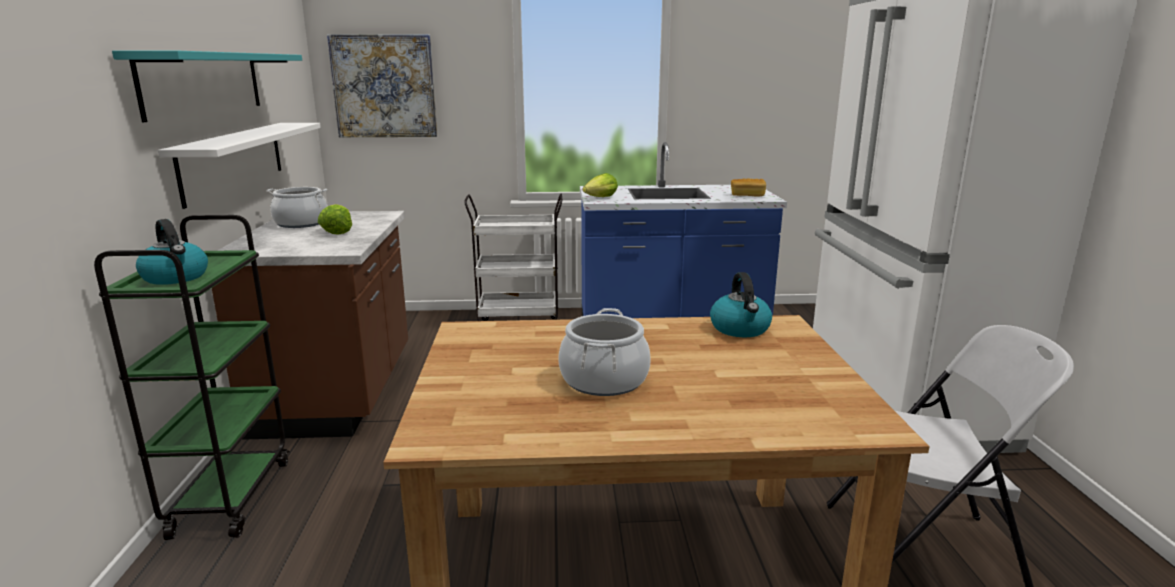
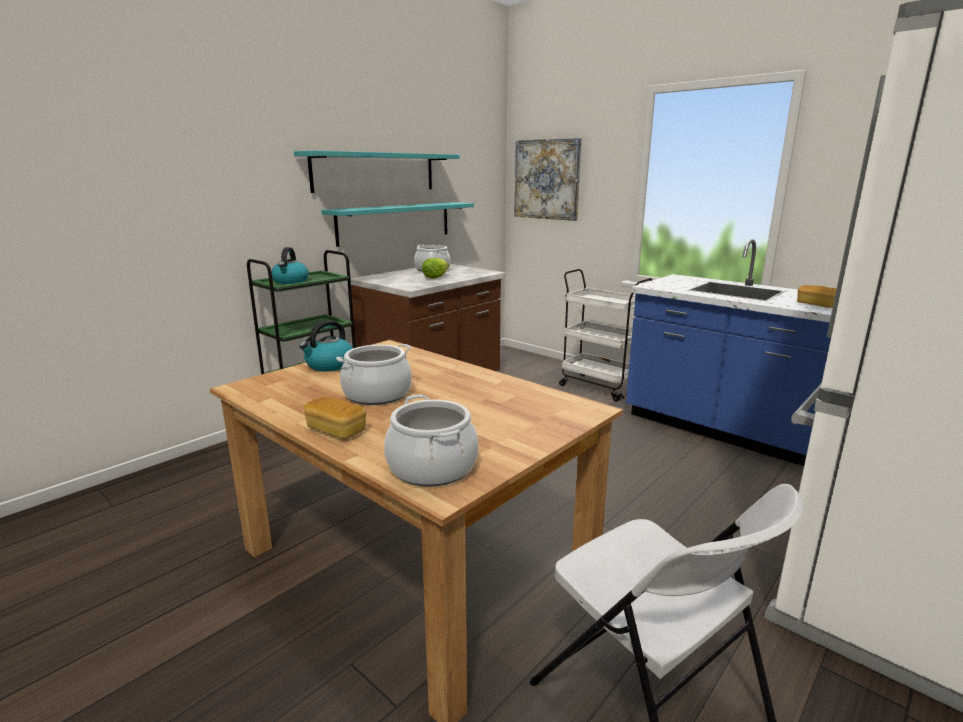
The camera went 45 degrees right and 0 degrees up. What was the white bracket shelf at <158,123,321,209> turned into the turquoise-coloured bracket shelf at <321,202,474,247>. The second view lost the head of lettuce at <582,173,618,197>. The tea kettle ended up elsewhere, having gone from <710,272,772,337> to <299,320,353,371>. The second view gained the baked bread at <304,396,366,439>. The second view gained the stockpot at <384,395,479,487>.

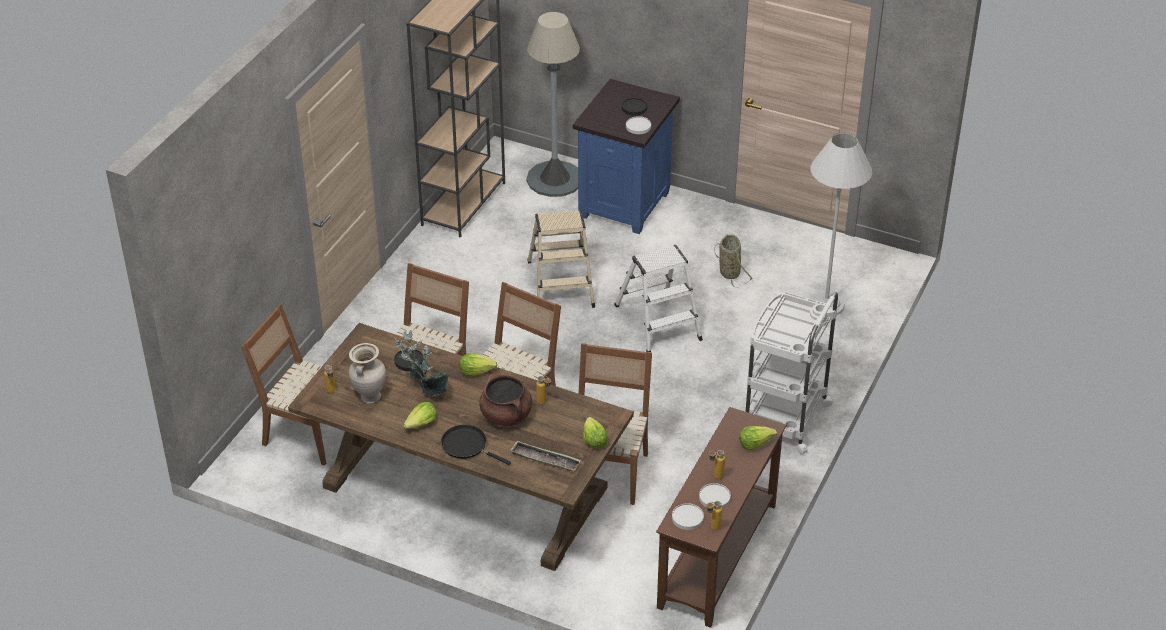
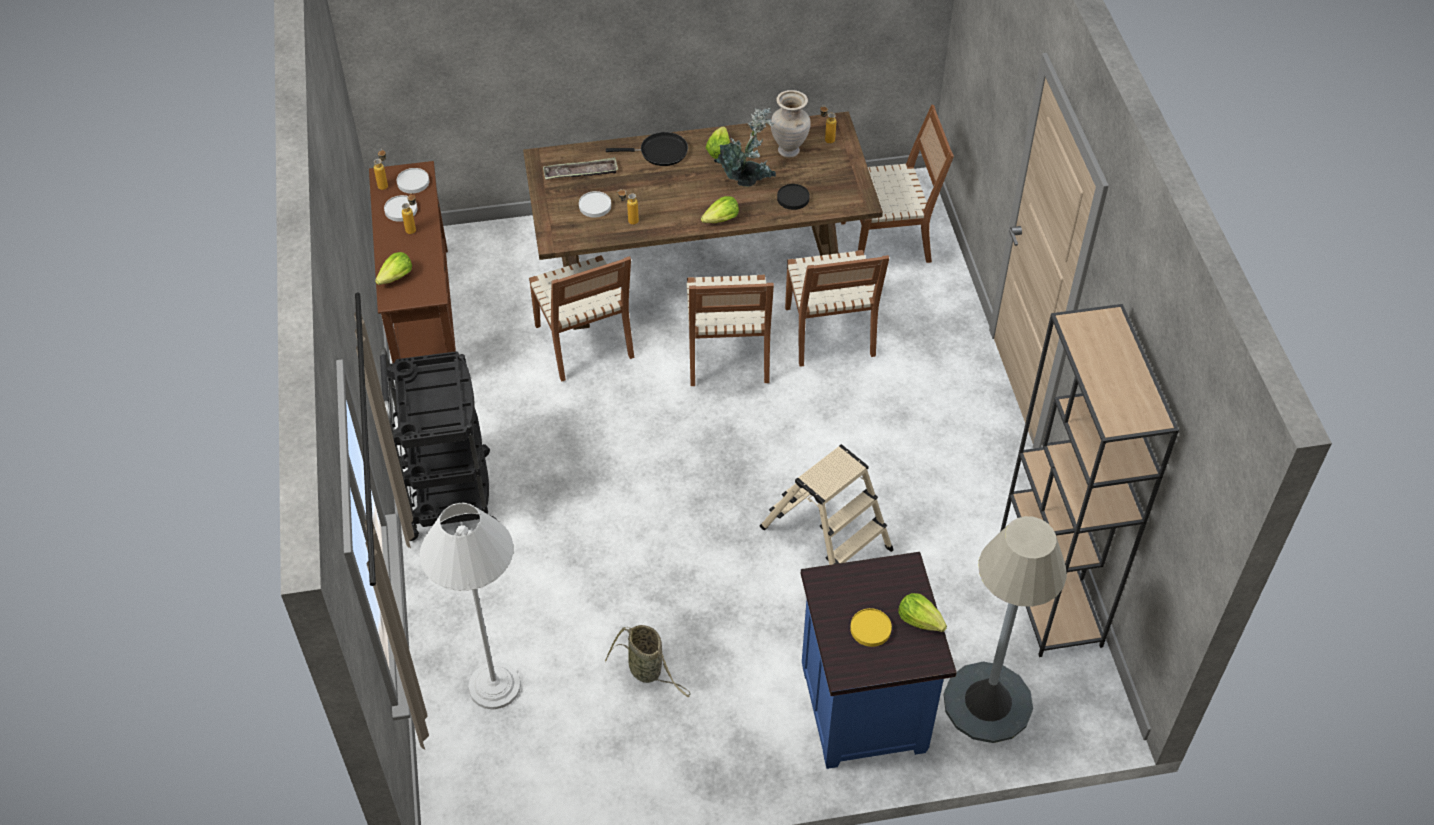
The camera went 145 degrees right and 10 degrees up. The second view lost the brownish stockpot at <479,374,532,426>. The head of lettuce ended up elsewhere, having gone from <583,417,608,449> to <899,593,947,632>. The second view lost the white step ladder at <614,245,703,352>. What was the black plate at <622,98,647,116> turned into the yellowish plate at <850,608,892,647>. The white plate ended up elsewhere, having gone from <626,116,651,134> to <579,191,611,218>. What was the white wheeled cart at <746,291,838,455> turned into the black wheeled cart at <380,347,497,541>.

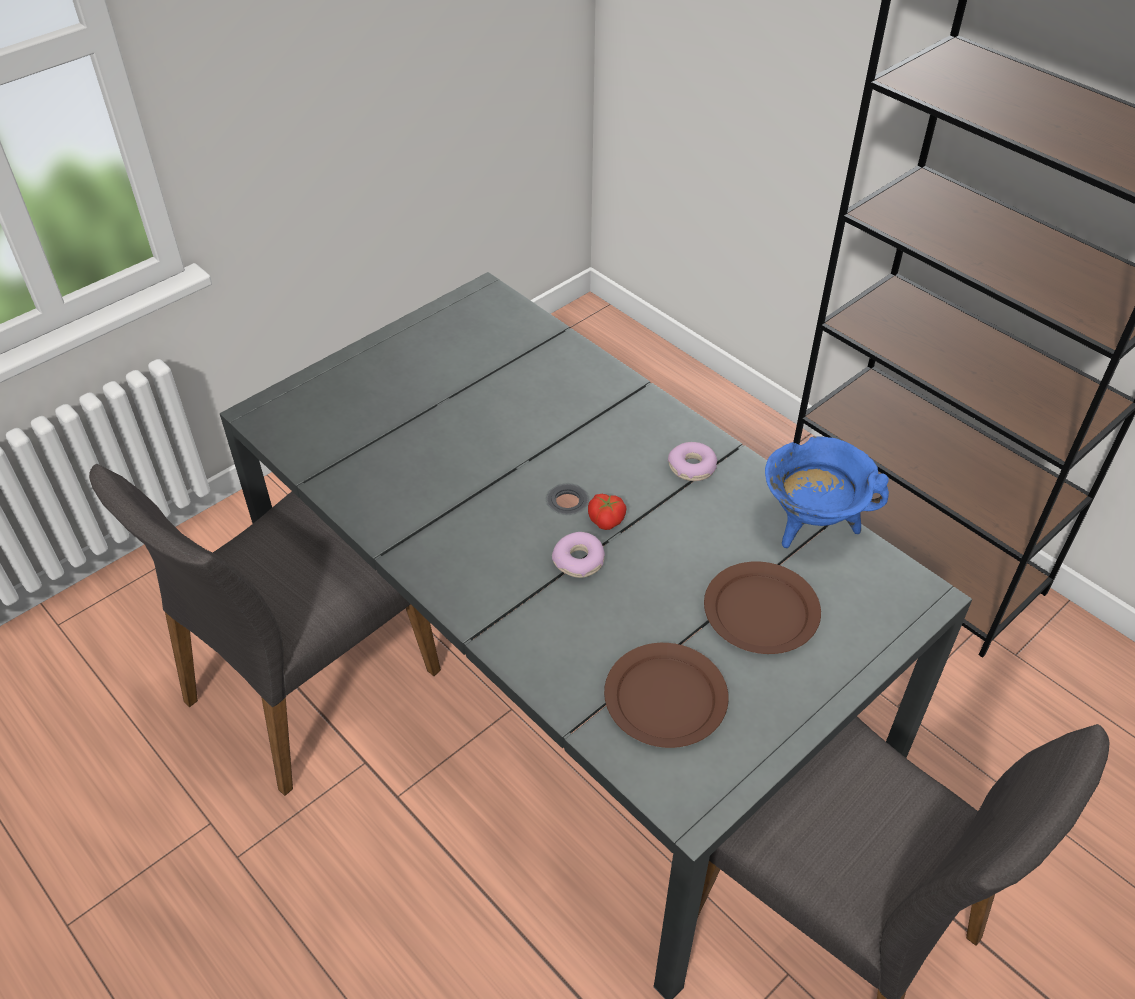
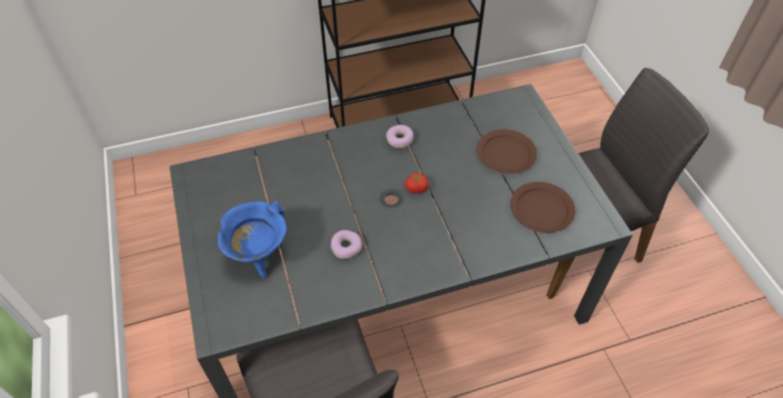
The camera went 65 degrees left and 5 degrees up. The ring doughnut ended up elsewhere, having gone from <552,532,605,578> to <331,230,362,259>. The blue stockpot ended up elsewhere, having gone from <765,436,889,548> to <218,201,287,278>.

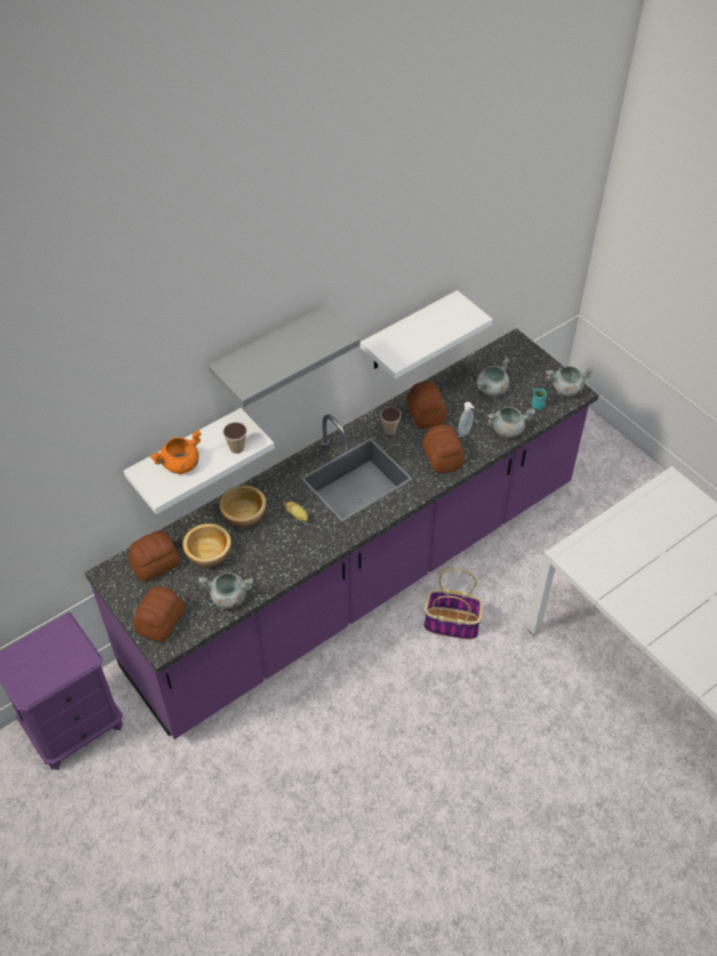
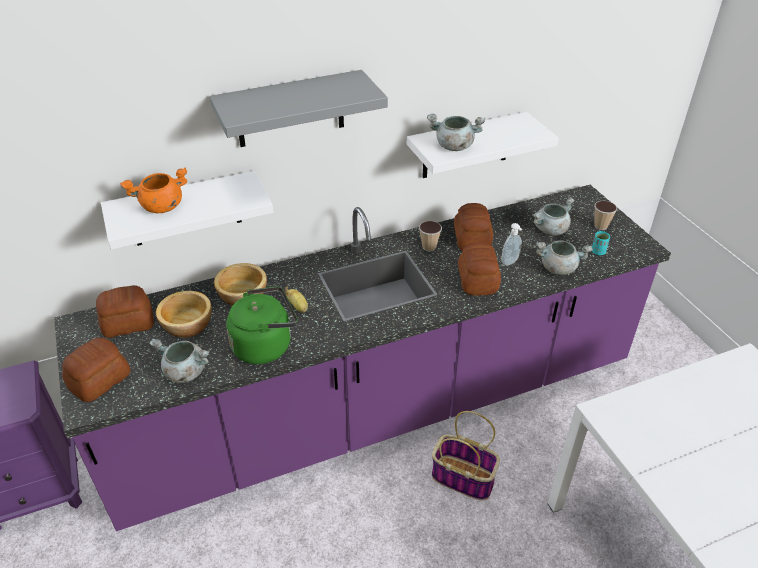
The camera went 15 degrees right and 10 degrees down. The drinking cup ended up elsewhere, having gone from <223,422,247,454> to <594,201,617,230>. The grey stockpot ended up elsewhere, having gone from <546,366,593,397> to <427,114,485,151>. The second view gained the green-coloured tea kettle at <226,286,298,364>.

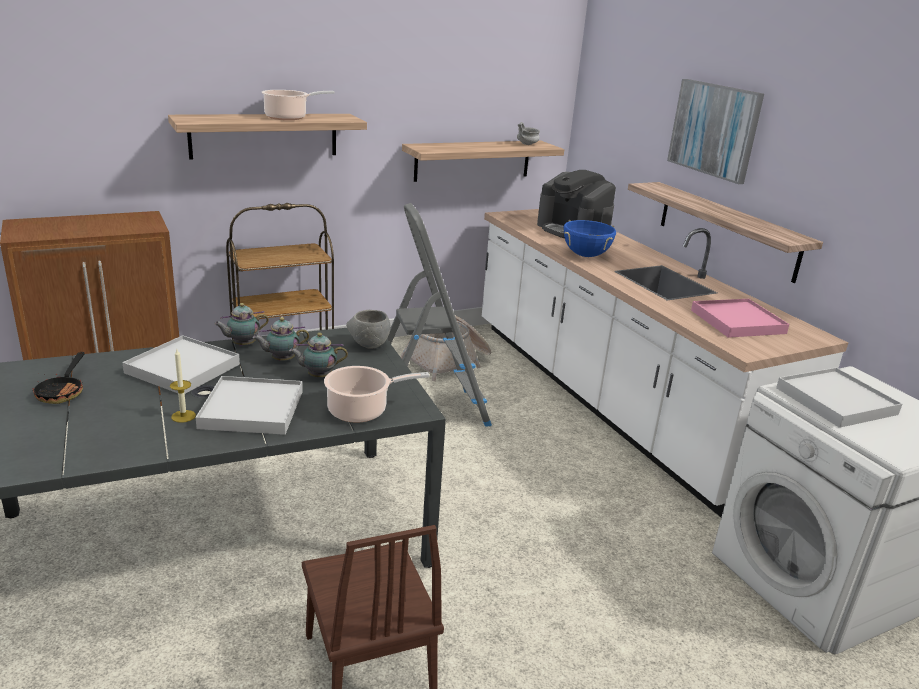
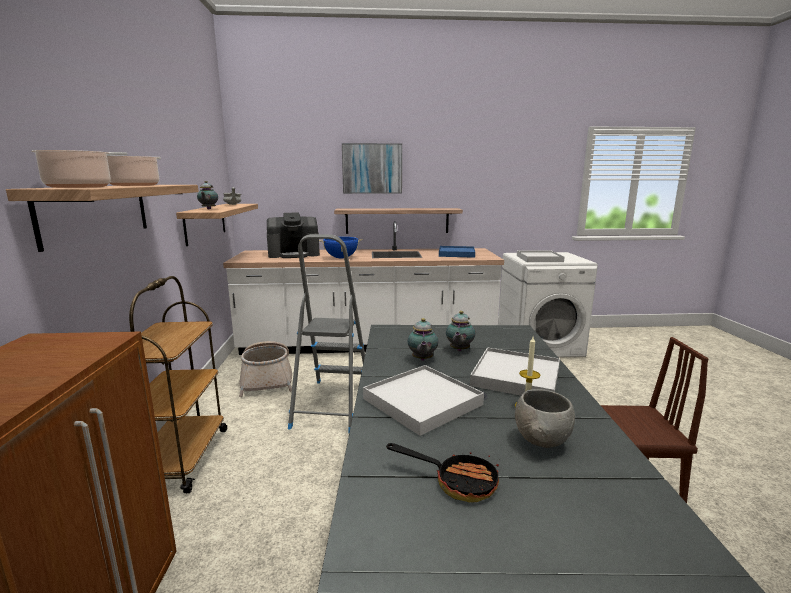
The camera went 65 degrees left and 10 degrees down. The tea pot ended up elsewhere, having gone from <214,303,269,346> to <197,181,218,210>. The stockpot ended up elsewhere, having gone from <324,366,430,423> to <31,150,127,188>. The grey deep dish ended up elsewhere, having gone from <346,310,390,349> to <515,389,575,448>. What was the pink-coloured tray at <691,299,790,338> turned into the blue tray at <439,246,475,258>.

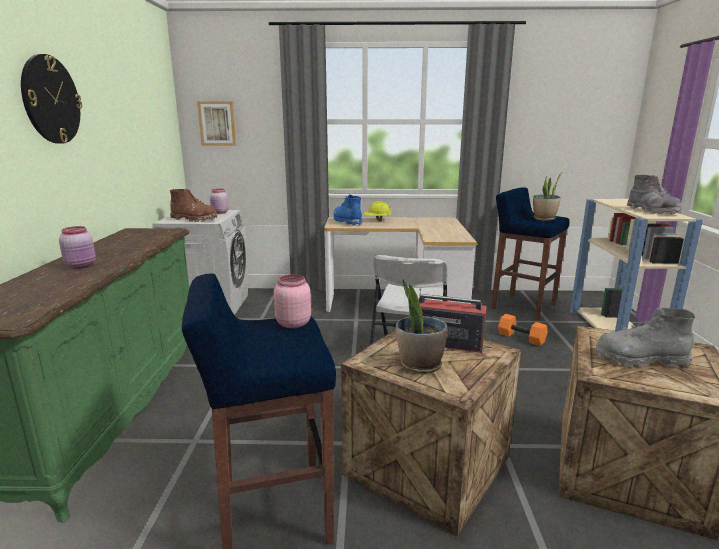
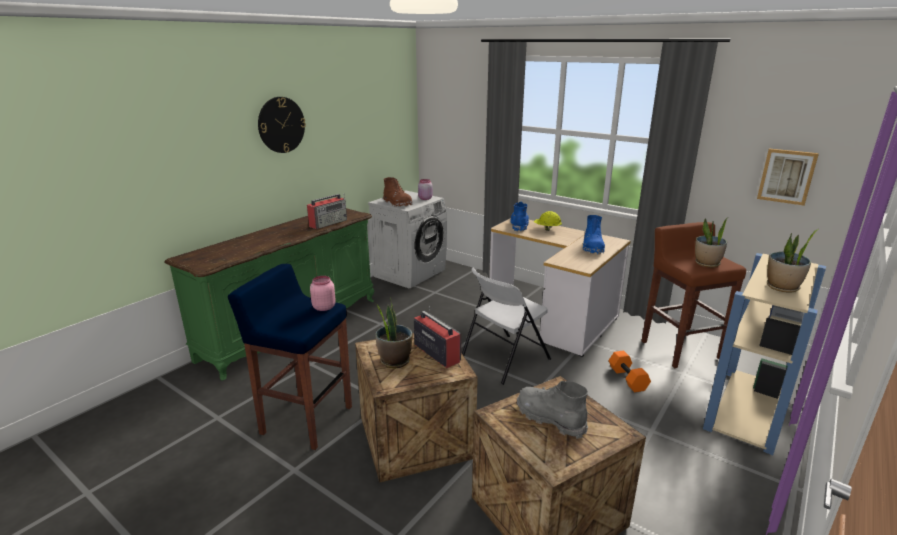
The camera went 35 degrees right and 5 degrees up. The second view lost the pink-coloured storage jar at <59,226,96,269>. The wall picture ended up elsewhere, having gone from <197,101,236,146> to <757,149,819,206>. What was the blue sitting stool at <491,187,569,320> turned into the brownish sitting stool at <642,222,746,368>. Where the grey tall boot stood at <627,175,682,214>, the potted plant came to stand at <767,229,819,293>. The second view gained the radio receiver at <307,194,347,229>. The second view gained the blue tall boot at <583,215,605,254>.

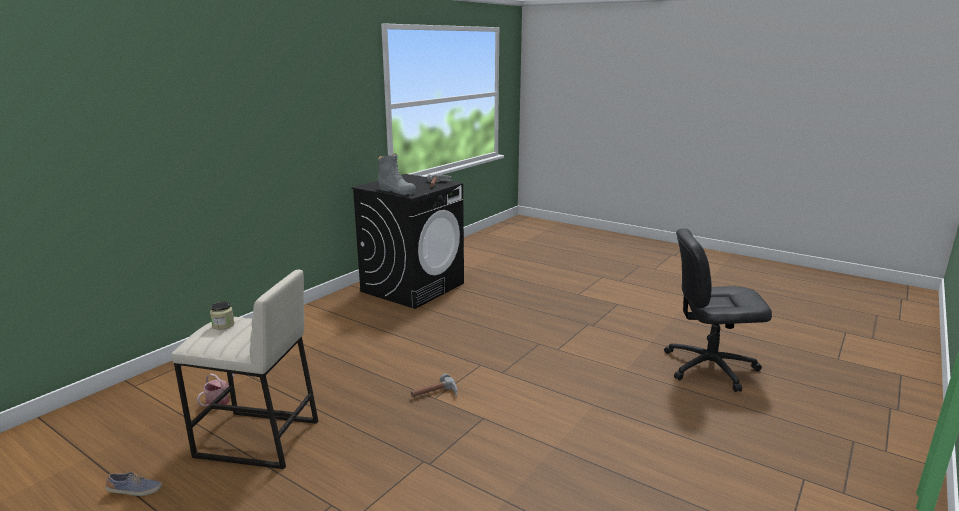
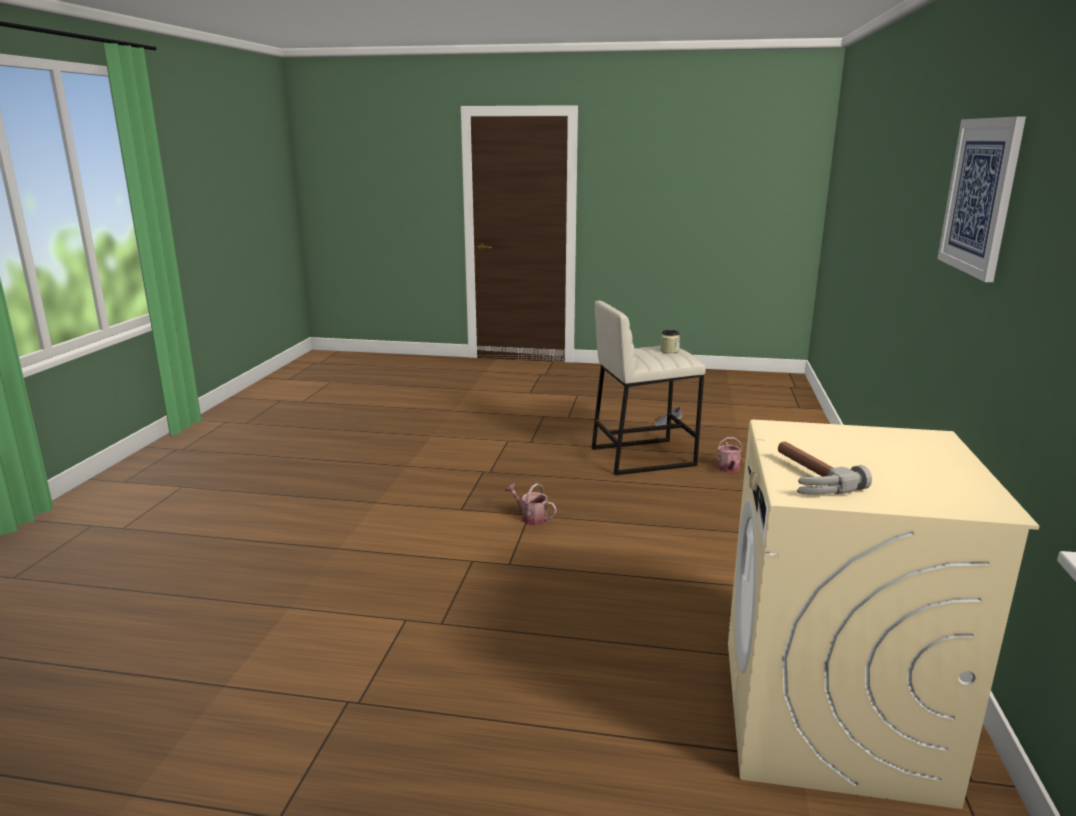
The camera went 155 degrees right and 0 degrees up. What was the black laundry appliance at <351,174,464,309> turned into the beige-coloured laundry appliance at <728,420,1039,809>. The second view lost the grey tall boot at <378,154,416,195>. Where the hammer stood at <411,373,457,397>, the watering can came to stand at <505,483,557,526>. The second view lost the black computer chair at <664,229,772,392>. The second view gained the wall picture at <937,116,1026,282>.

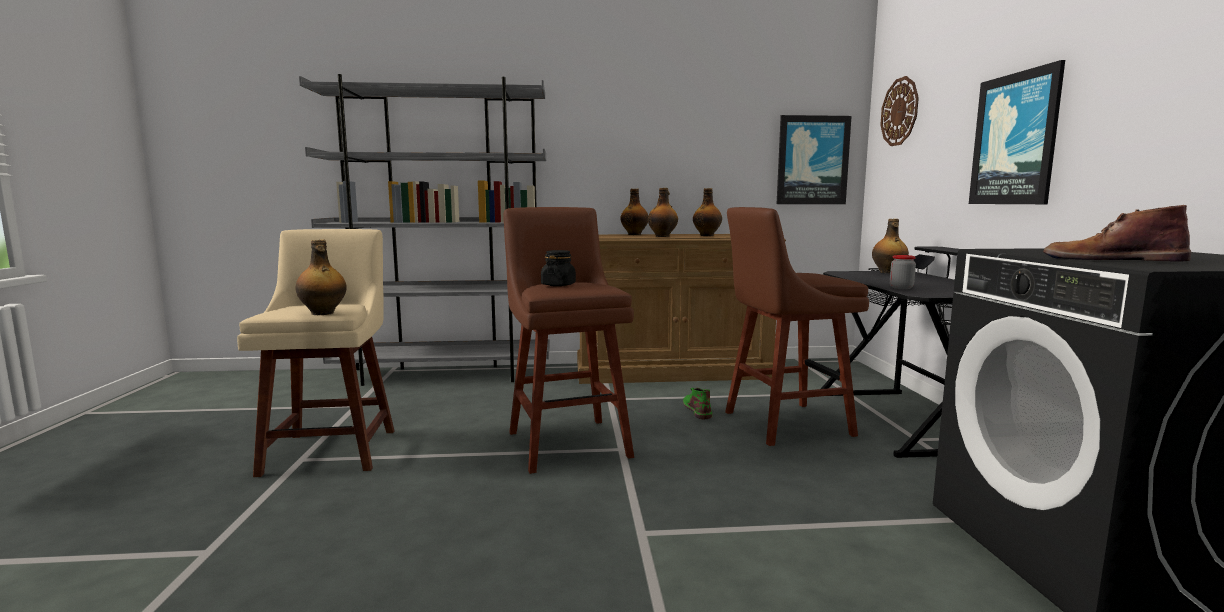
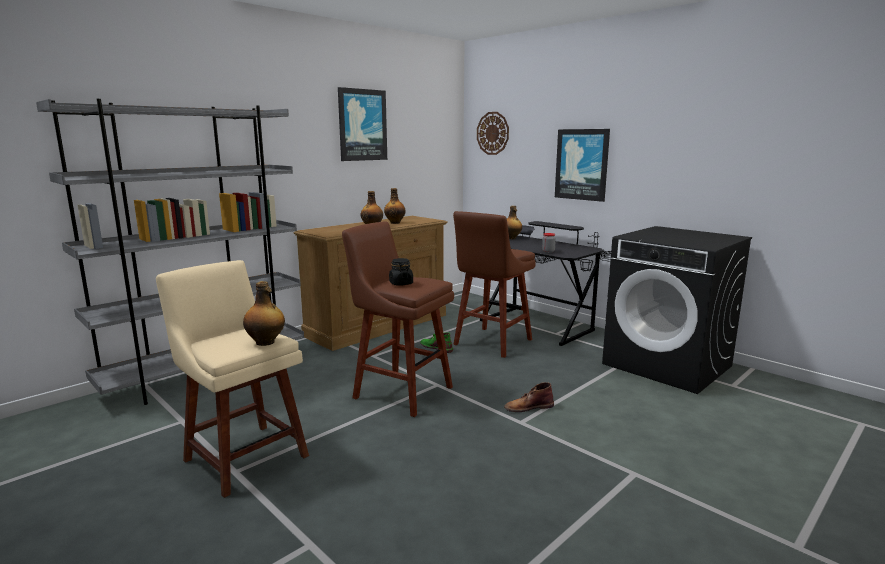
The camera went 40 degrees left and 5 degrees up. The second view lost the beverage bottle at <620,189,648,235>. The wall picture ended up elsewhere, having gone from <777,115,852,204> to <338,87,387,161>. The brownish tall boot ended up elsewhere, having gone from <1043,205,1191,261> to <504,382,554,412>.

